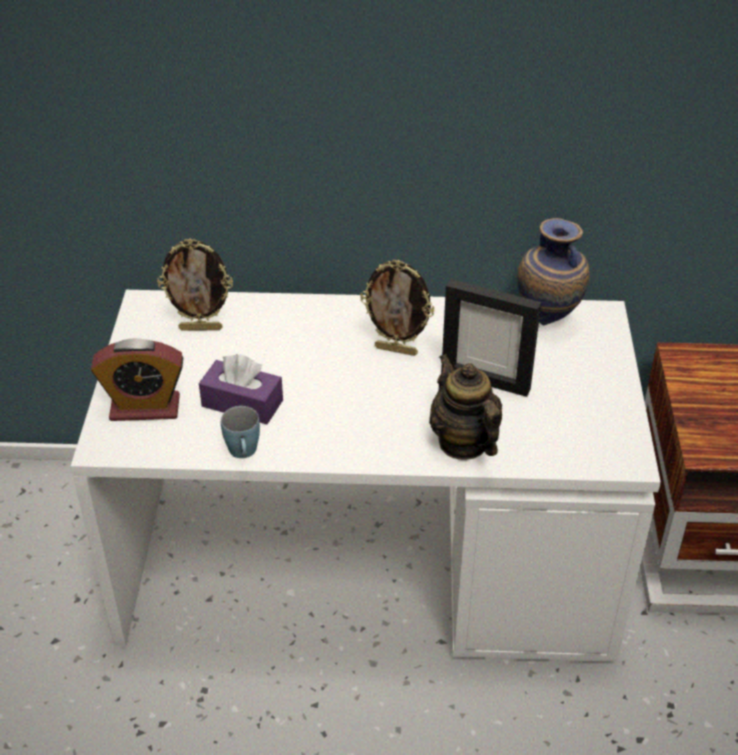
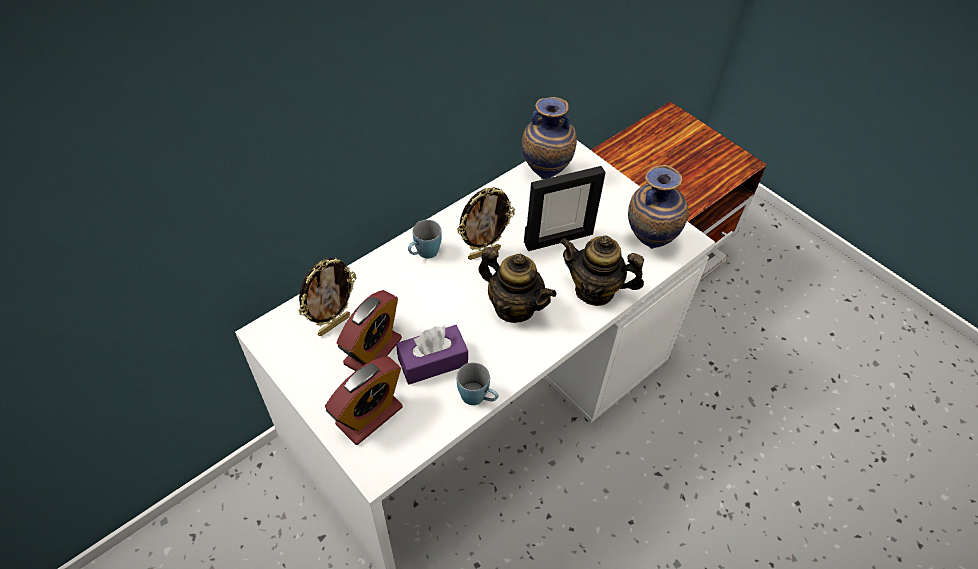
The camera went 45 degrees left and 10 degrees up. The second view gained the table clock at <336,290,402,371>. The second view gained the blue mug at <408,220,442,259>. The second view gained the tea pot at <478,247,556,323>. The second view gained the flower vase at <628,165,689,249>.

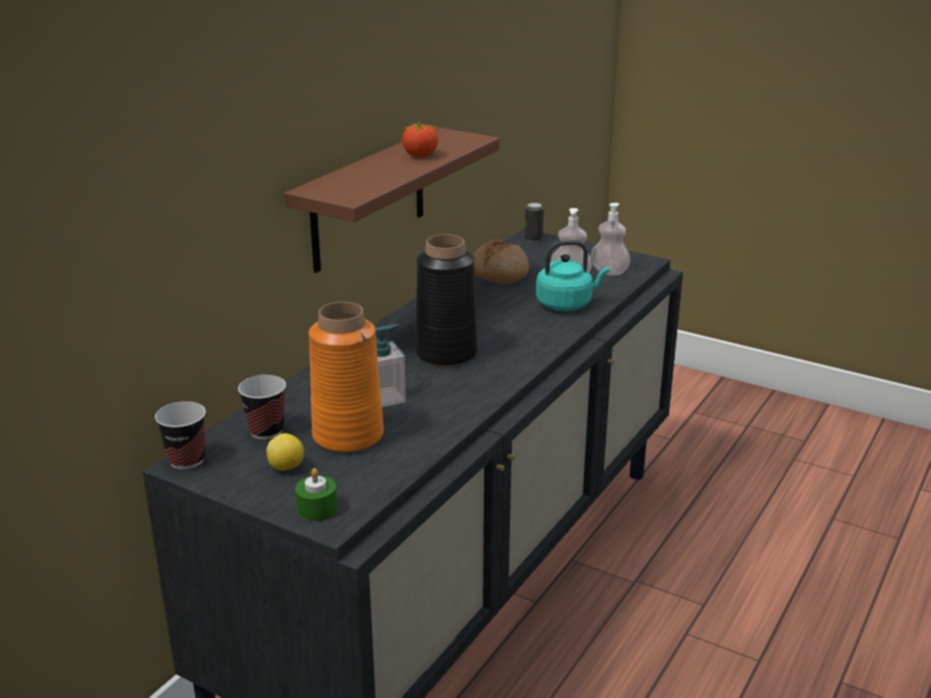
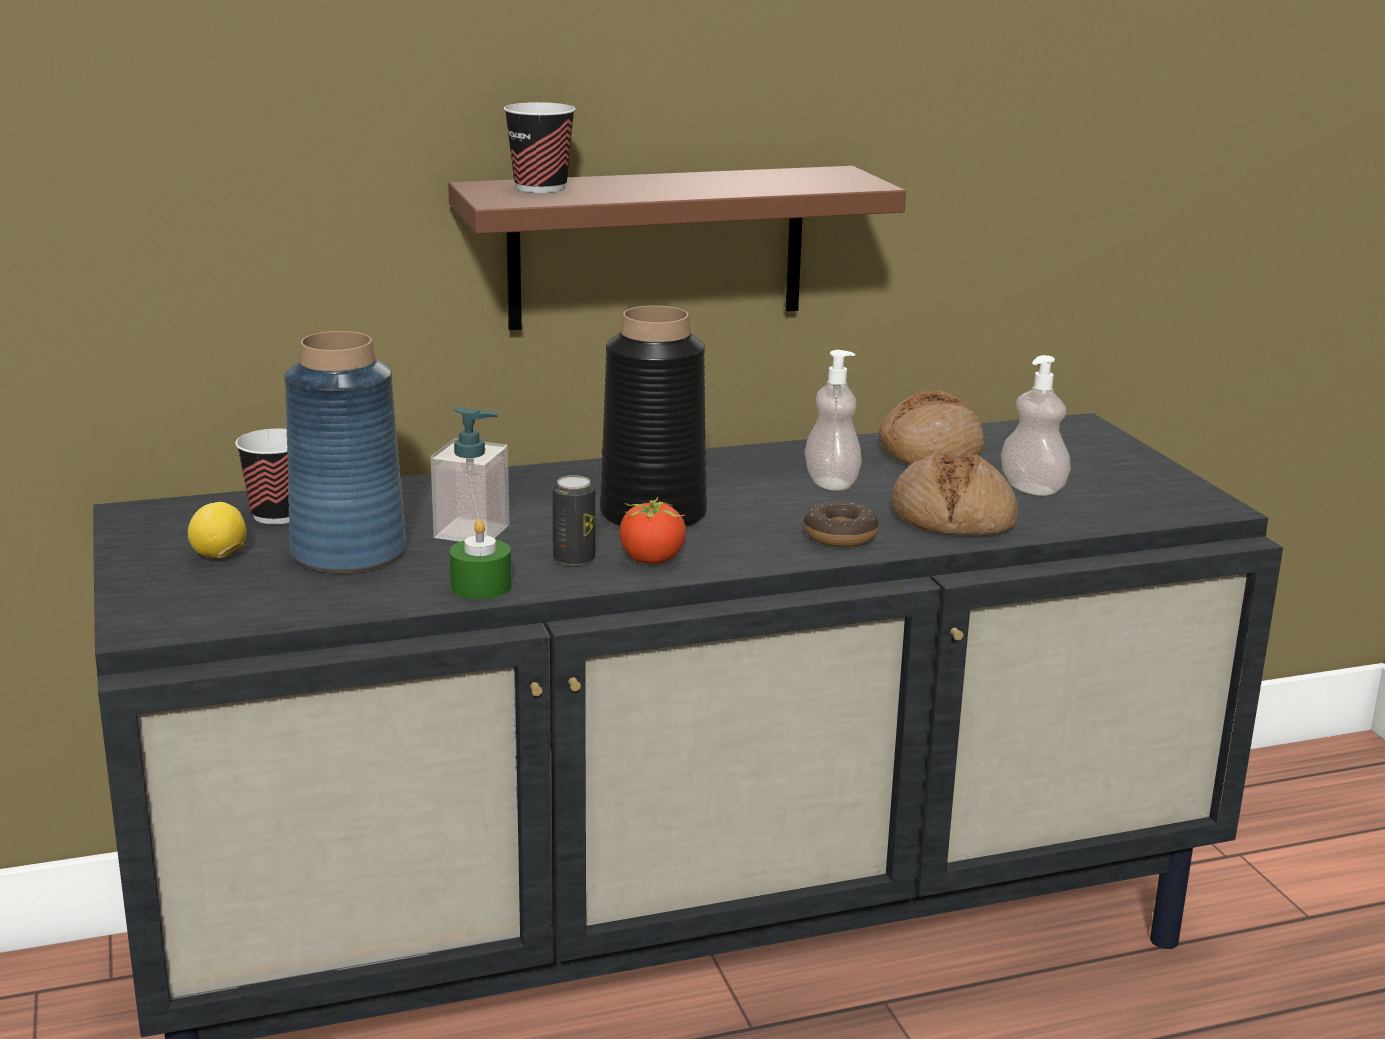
The camera went 40 degrees right and 5 degrees down. The drinking cup ended up elsewhere, having gone from <155,401,206,469> to <504,102,576,193>. The green-coloured wax light ended up elsewhere, having gone from <295,468,338,521> to <450,519,512,599>. What was the orangey flower vase at <309,302,384,453> turned into the blue flower vase at <284,331,406,574>. The fresh tomato ended up elsewhere, having gone from <402,122,438,157> to <619,497,686,564>. The metal can ended up elsewhere, having gone from <525,202,544,242> to <552,475,595,566>. Where the turquoise-coloured tea kettle stood at <536,240,609,311>, the baked bread came to stand at <891,453,1018,536>. The soap bottle ended up elsewhere, having gone from <591,203,630,275> to <805,350,862,491>. The second view gained the ring doughnut at <804,501,879,547>.

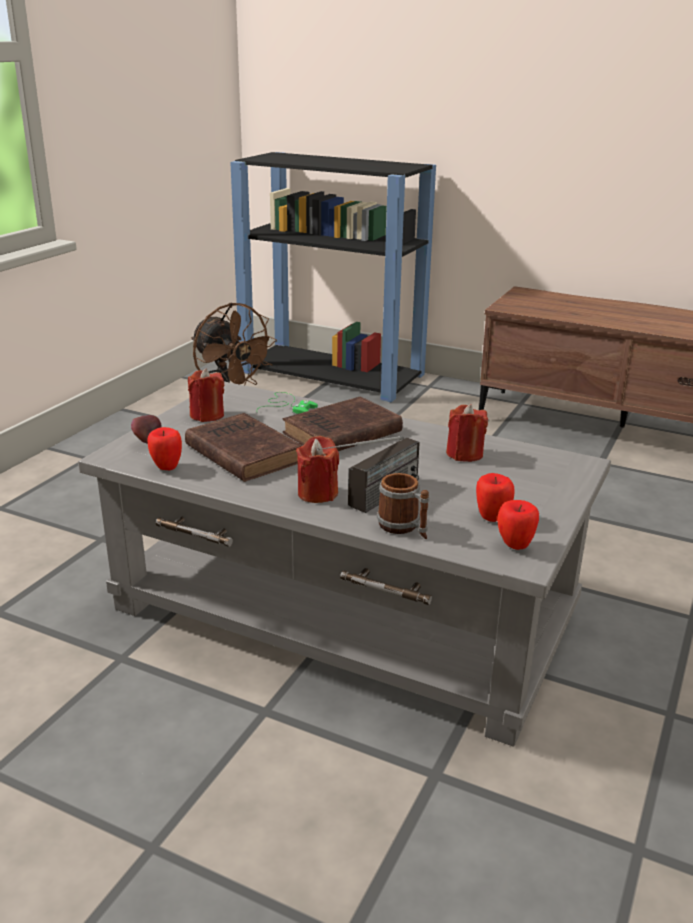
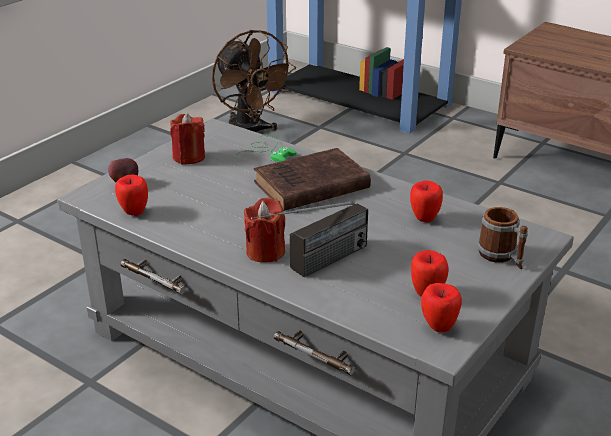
The camera went 10 degrees right and 5 degrees up. The second view lost the brownish bound book at <185,413,303,482>. The mug ended up elsewhere, having gone from <377,473,429,539> to <477,207,528,269>. Where the red-coloured wax light stood at <446,404,488,462>, the apple came to stand at <410,180,443,223>.

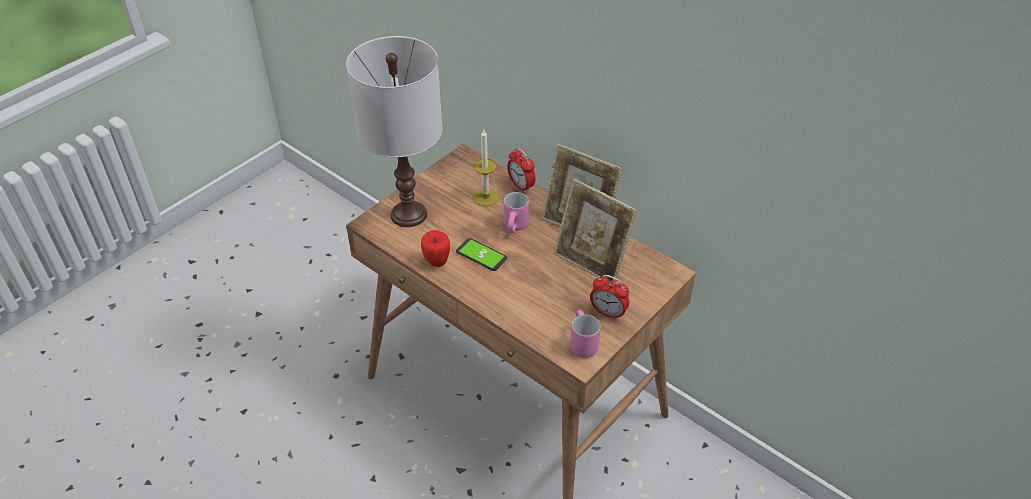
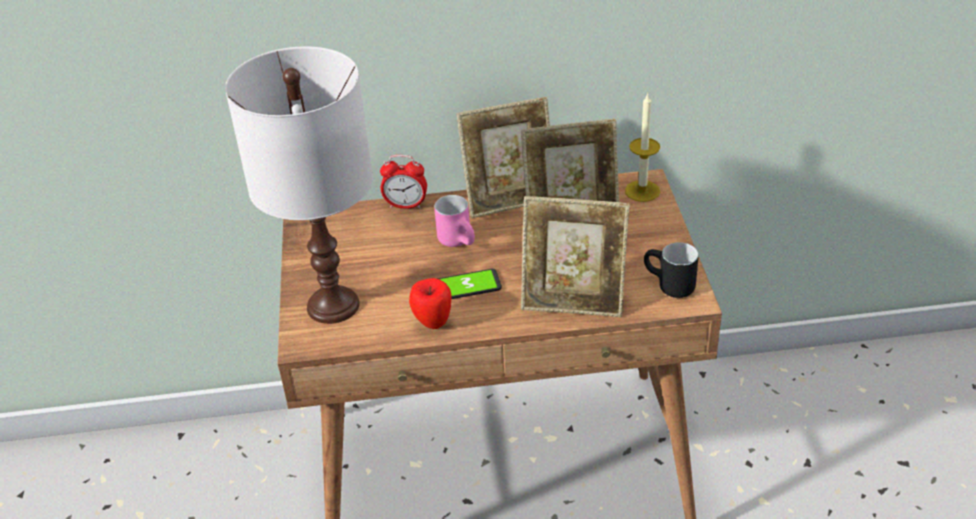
The camera went 45 degrees left and 5 degrees down. The wax light ended up elsewhere, having gone from <473,129,499,206> to <625,93,660,202>. What was the pink-coloured mug at <570,310,601,358> turned into the black mug at <644,242,698,298>. The second view lost the table clock at <590,275,629,320>. The second view gained the picture frame at <521,196,630,317>.

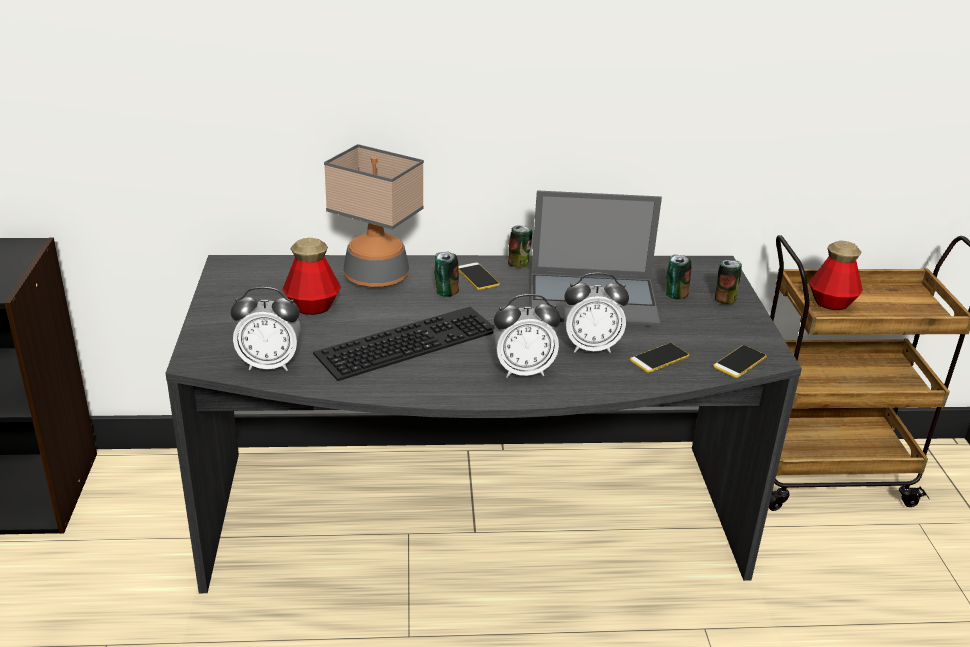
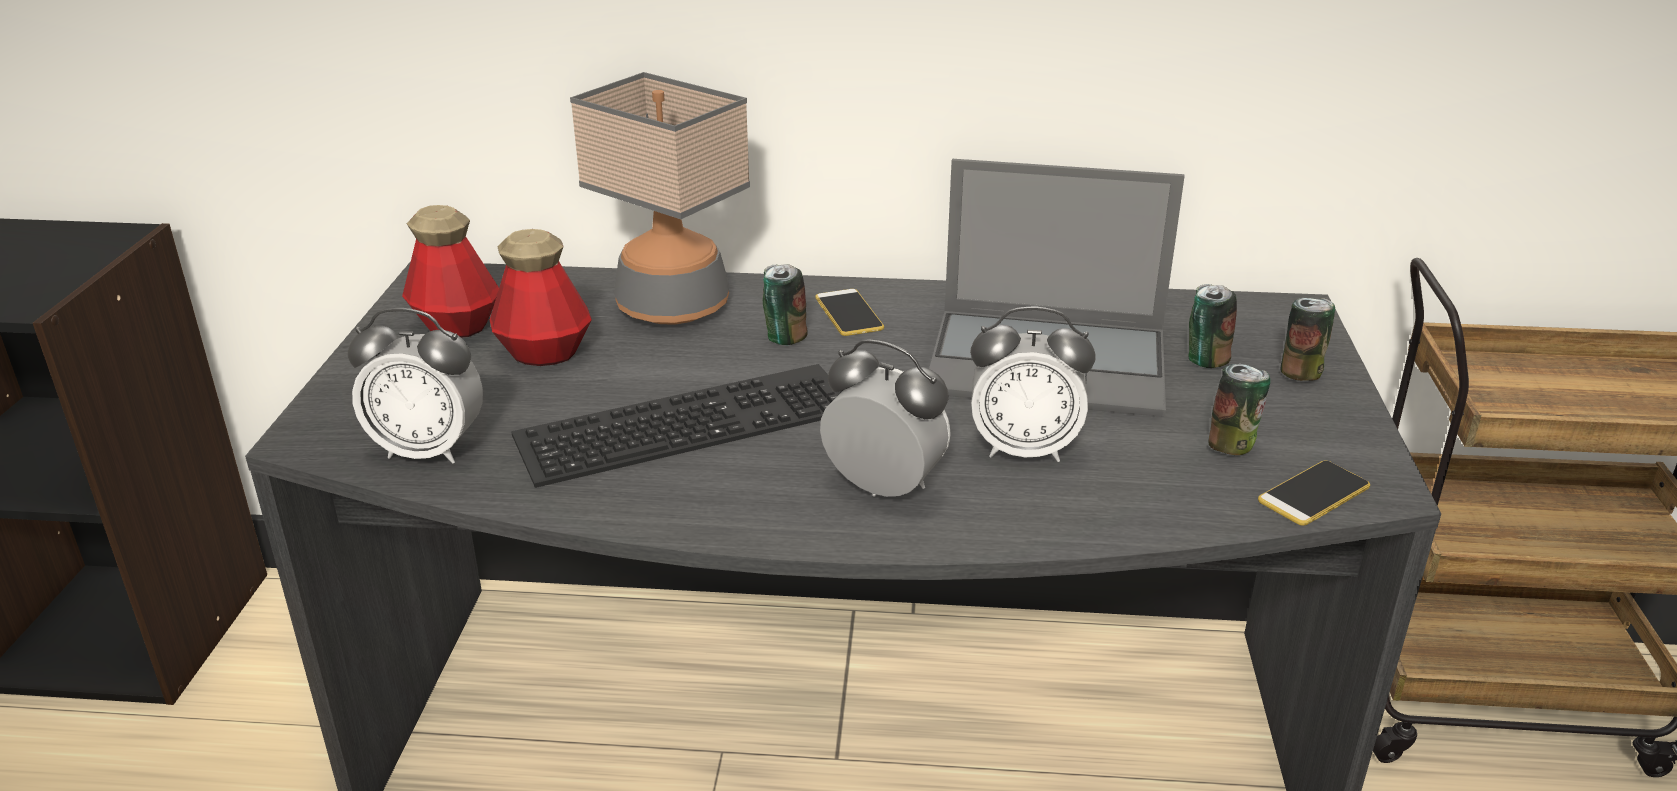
The camera went 10 degrees right and 0 degrees up. The table clock at <493,294,561,378> ended up facing another way, 150 degrees counterclockwise from before. The metal can ended up elsewhere, having gone from <508,225,532,268> to <1208,364,1270,455>. The second view lost the handset at <630,343,689,373>. The beverage bottle ended up elsewhere, having gone from <809,241,863,310> to <402,205,499,338>.

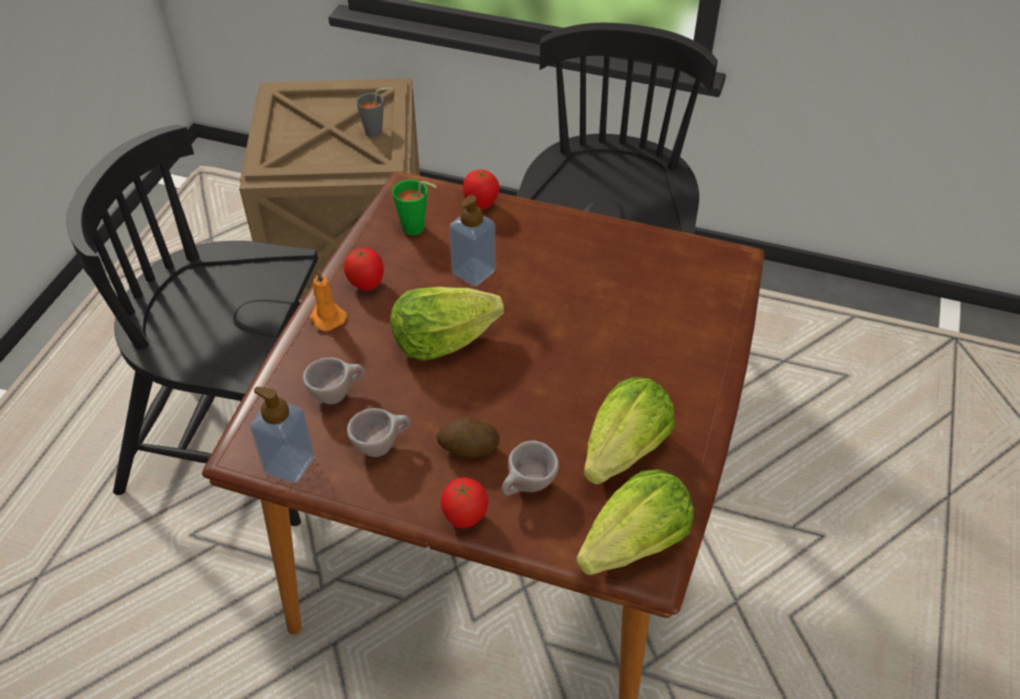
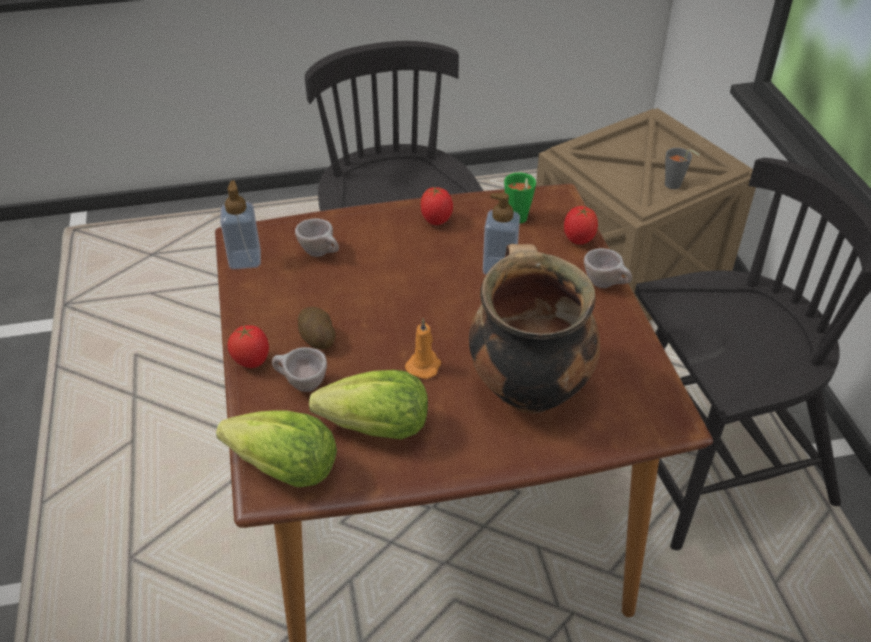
The camera went 60 degrees right and 5 degrees down. The orangey wax light ended up elsewhere, having gone from <309,269,346,331> to <405,318,441,379>. The beige-coloured drinking cup ended up elsewhere, having gone from <347,408,411,457> to <584,248,632,288>. The second view lost the head of lettuce at <391,287,504,361>. The second view gained the stockpot at <469,244,600,413>.

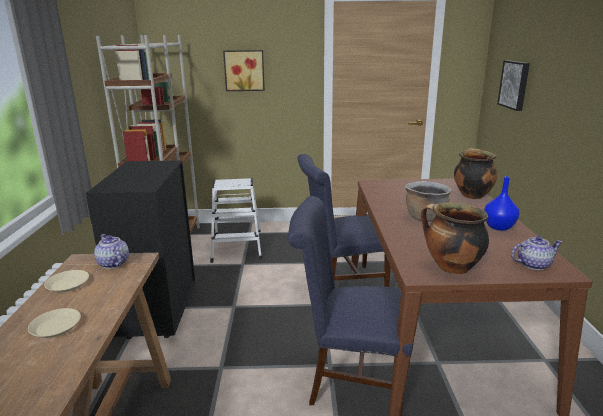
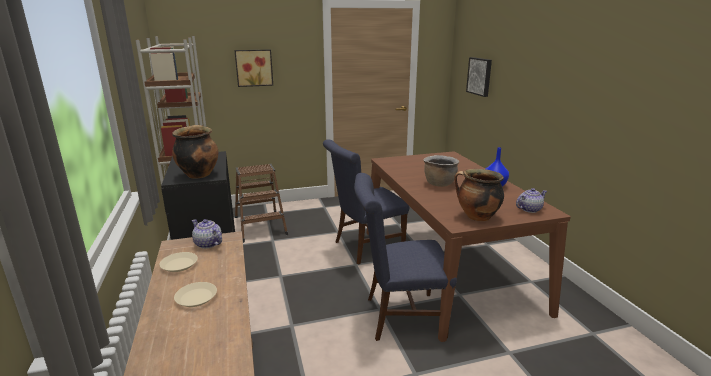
The camera went 15 degrees left and 0 degrees up. What was the white step ladder at <210,178,262,263> turned into the brownish step ladder at <235,164,288,243>. The stockpot ended up elsewhere, having gone from <454,148,497,199> to <172,125,218,179>.

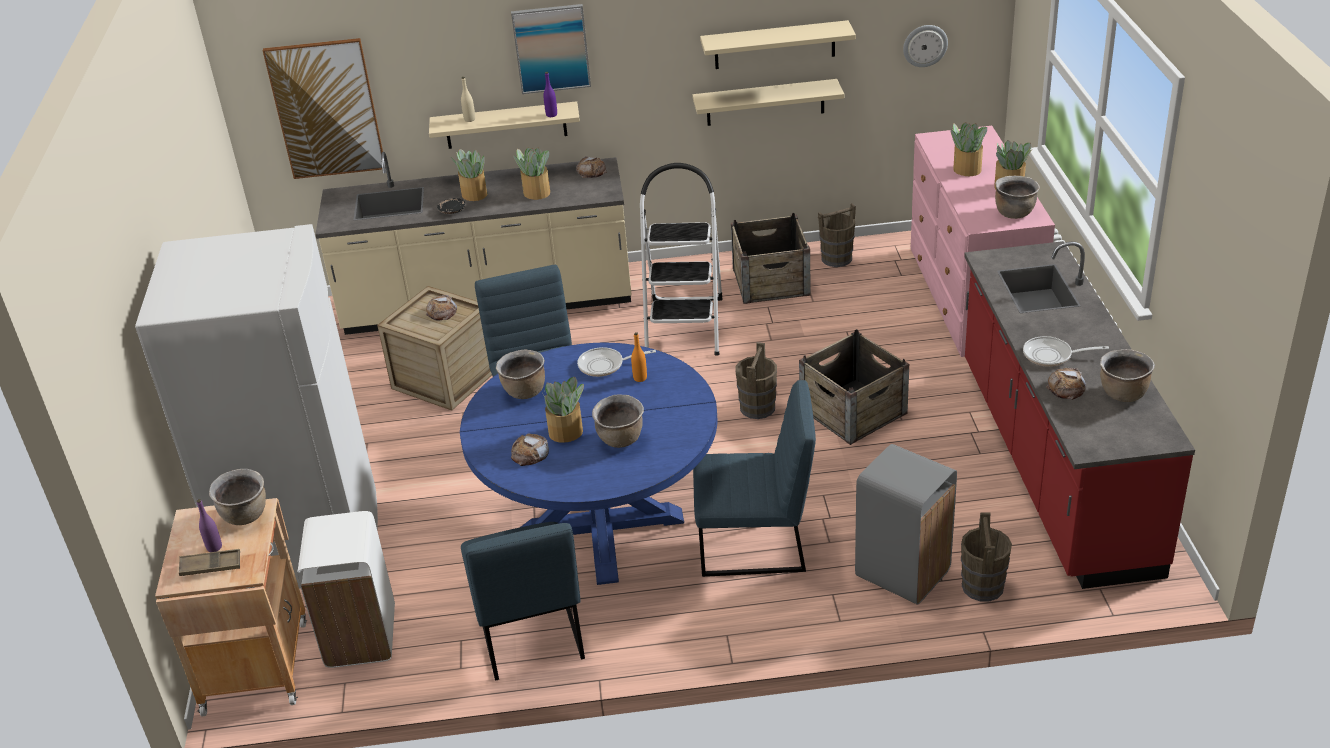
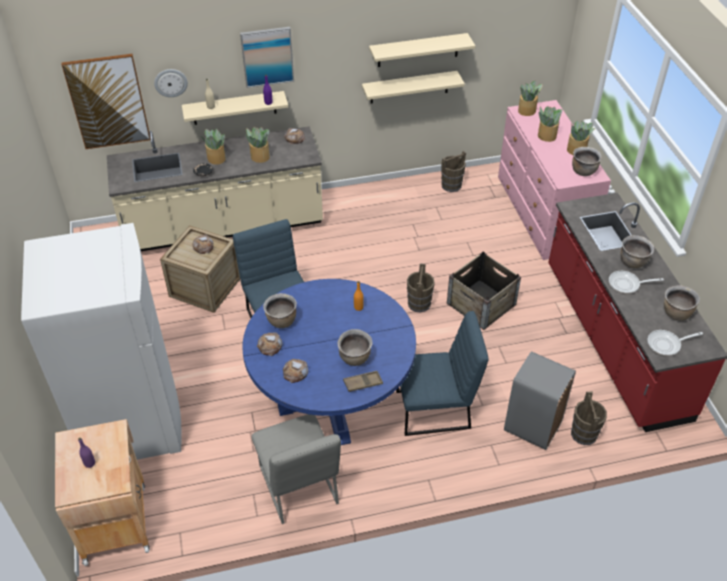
The camera went 10 degrees left and 10 degrees up. The brownish tray ended up elsewhere, having gone from <179,549,240,576> to <343,371,383,392>. The brownish stockpot ended up elsewhere, having gone from <209,469,266,525> to <620,235,654,268>. The second view lost the white waste bin at <297,511,395,668>. What was the blue plain chair at <461,522,585,681> turned into the grey plain chair at <252,414,341,524>. The potted plant ended up elsewhere, having gone from <541,377,584,443> to <518,80,543,116>. The pan ended up elsewhere, having gone from <577,347,656,377> to <647,330,703,356>. The second view lost the step ladder at <640,163,722,356>. The second view lost the packing crate at <731,213,811,304>. The hanging clock ended up elsewhere, having gone from <903,25,948,67> to <154,69,188,97>. The baked bread ended up elsewhere, having gone from <1046,368,1086,400> to <257,332,282,356>.

